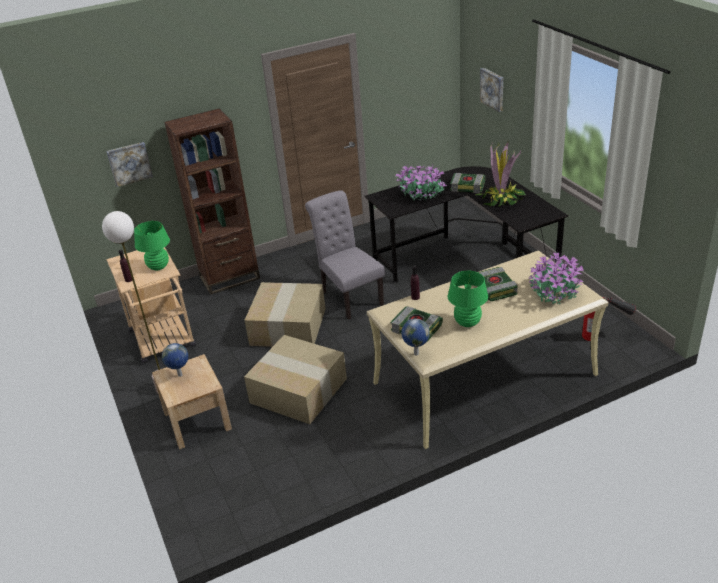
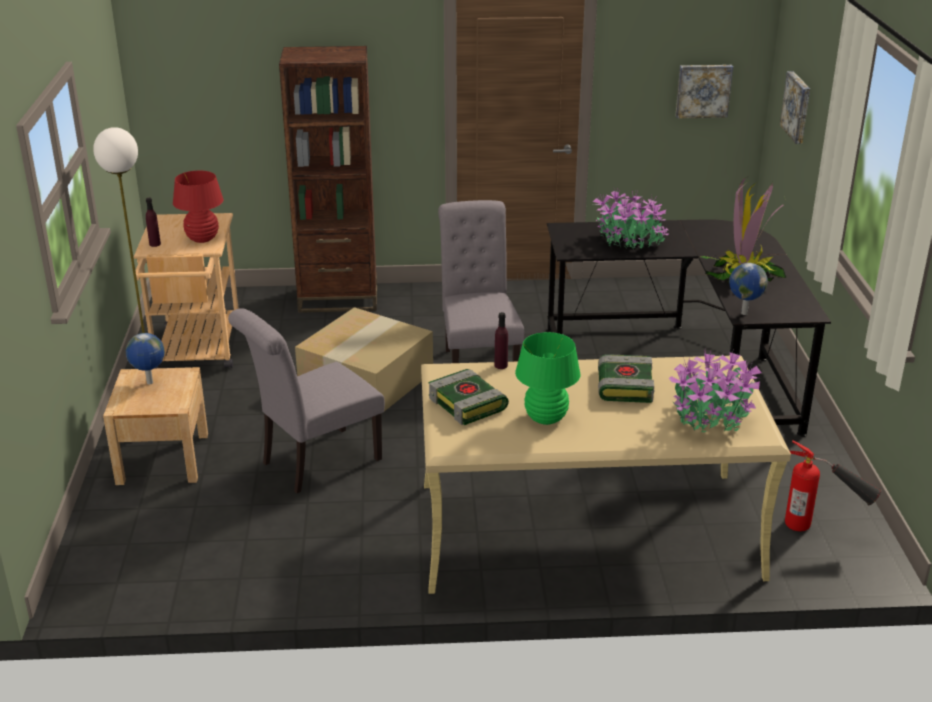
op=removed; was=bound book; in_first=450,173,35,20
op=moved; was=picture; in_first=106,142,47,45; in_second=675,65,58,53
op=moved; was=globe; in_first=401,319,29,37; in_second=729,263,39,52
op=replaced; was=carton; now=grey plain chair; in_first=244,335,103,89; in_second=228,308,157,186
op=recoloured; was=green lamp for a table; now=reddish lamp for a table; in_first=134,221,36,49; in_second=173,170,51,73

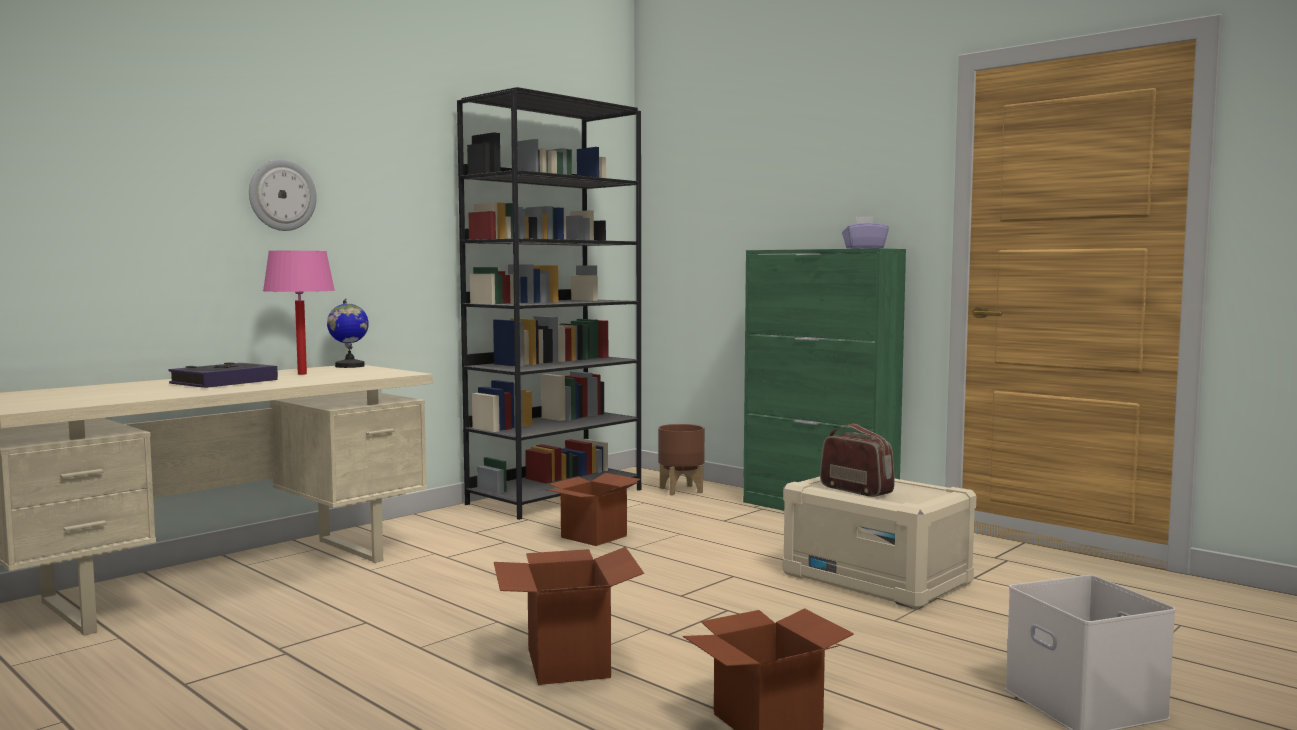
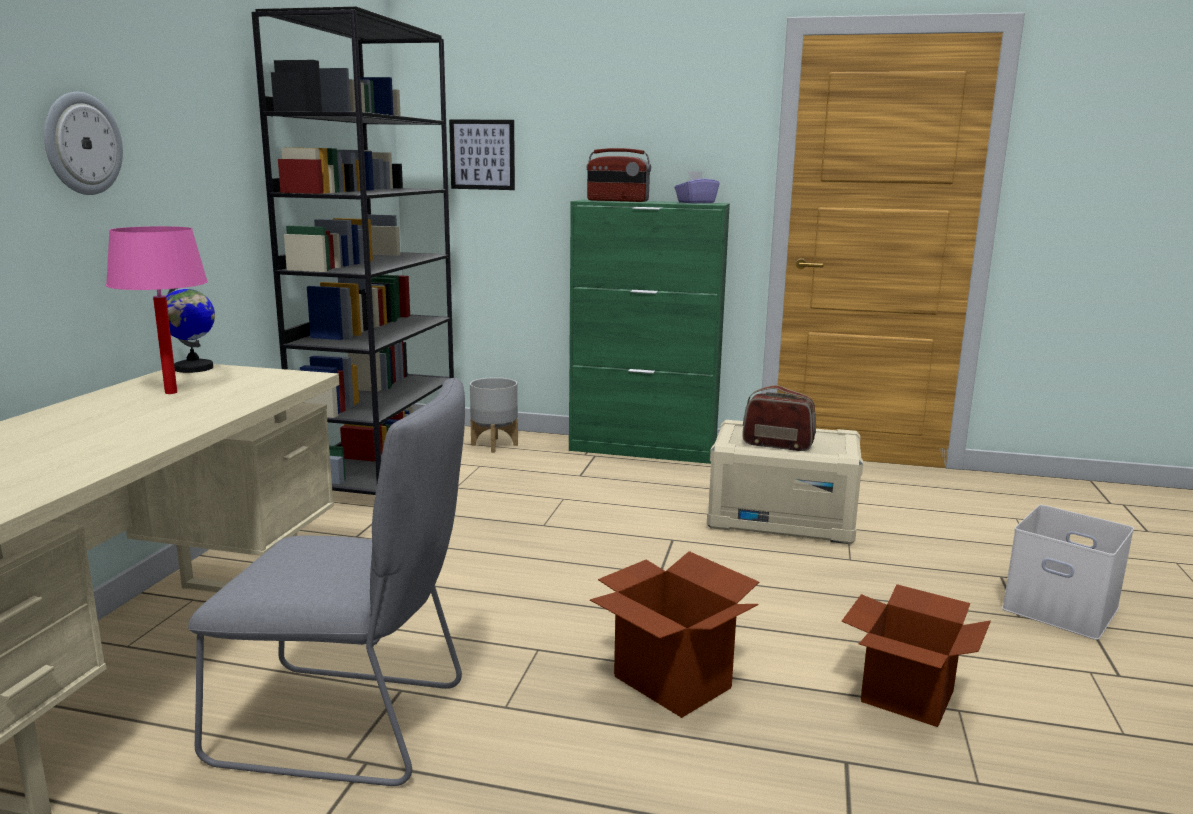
op=removed; was=bound book; in_first=169,362,109,26
op=removed; was=carton; in_first=545,473,95,73
op=added; now=grey plain chair; in_second=188,378,277,408
op=added; now=picture; in_second=449,119,66,71
op=added; now=radio; in_second=587,148,64,54
op=recoloured; was=brown-coloured planter; now=grey planter; in_first=658,424,47,71; in_second=470,377,48,76

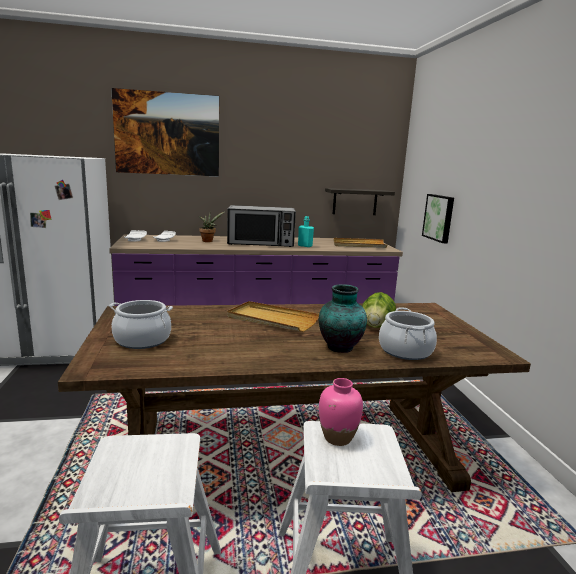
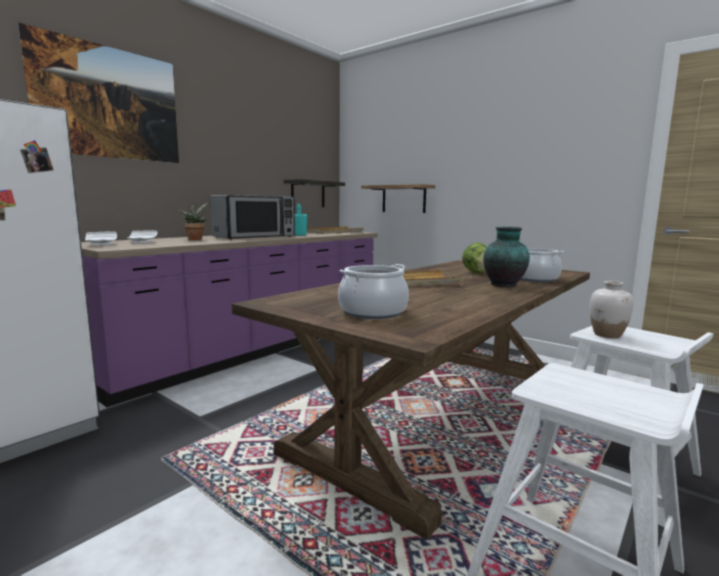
op=replaced; was=picture; now=bracket shelf; in_first=422,194,32,49; in_second=361,184,74,29
op=recoloured; was=pink vase; now=white vase; in_first=319,378,44,68; in_second=590,281,44,57

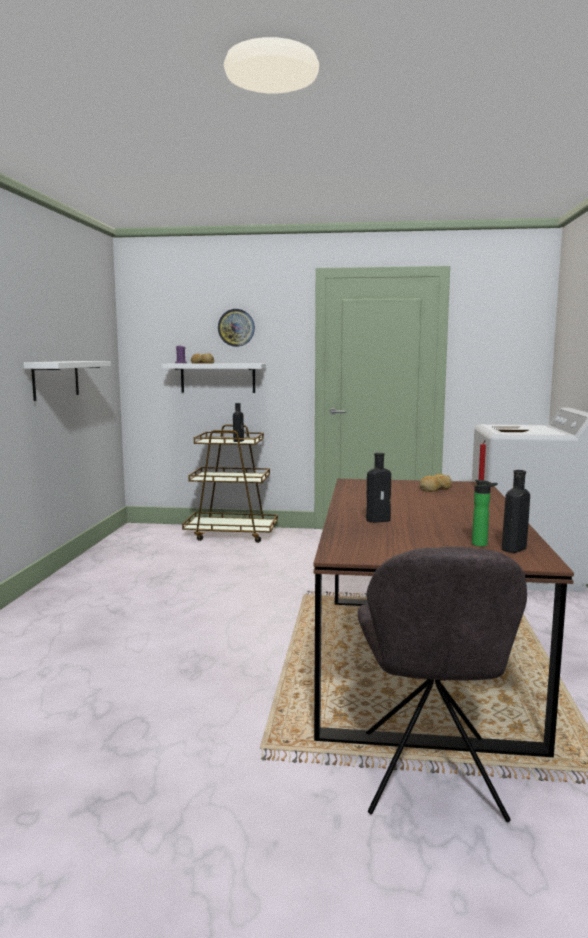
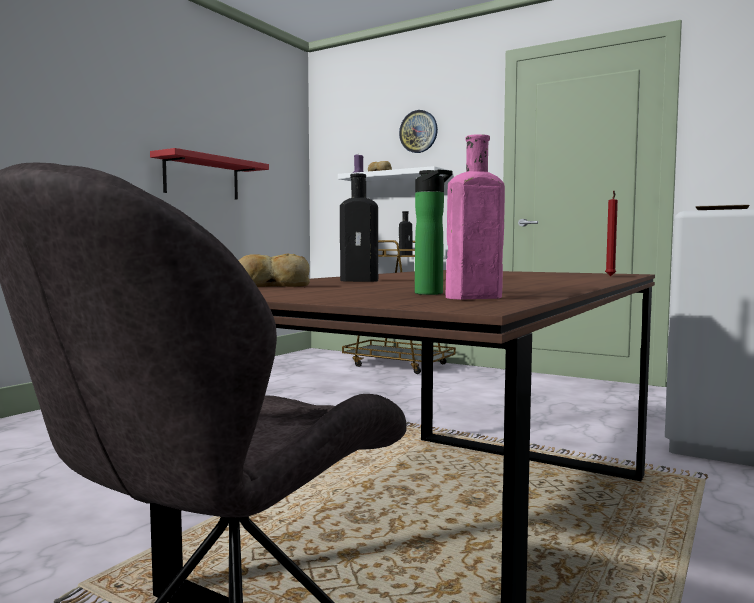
op=moved; was=bakery bread; in_first=419,474,33,18; in_second=238,254,72,33
op=recoloured; was=white bracket shelf; now=reddish bracket shelf; in_first=24,361,87,40; in_second=150,148,119,52
op=recoloured; was=blackish bottle; now=pink bottle; in_first=502,470,28,83; in_second=446,134,59,165

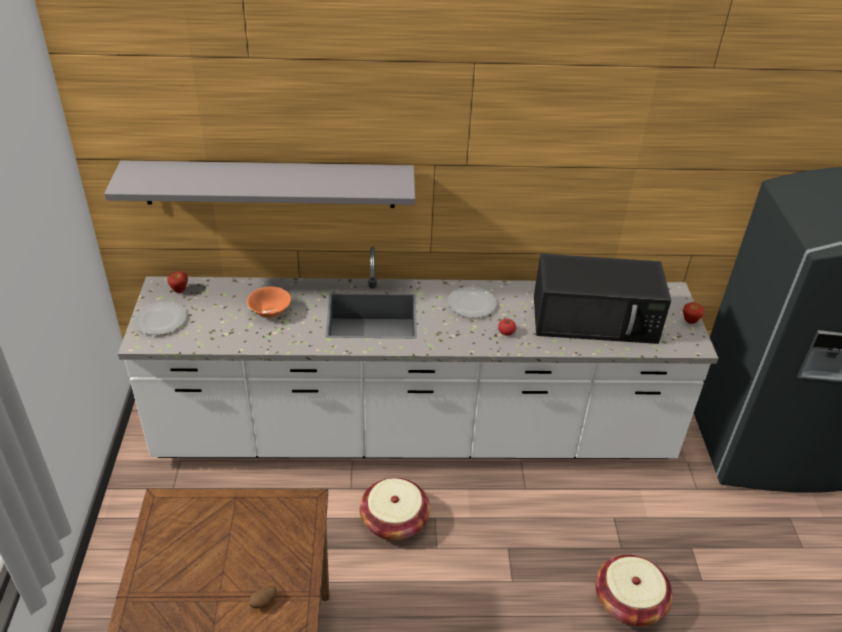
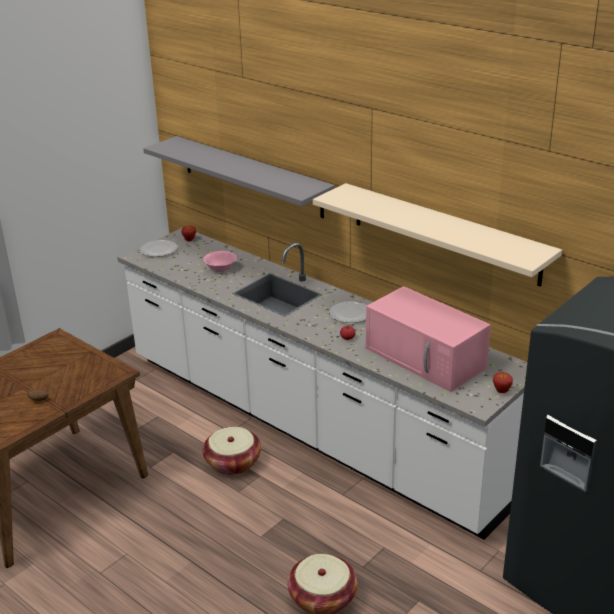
op=added; now=beige bracket shelf; in_second=313,183,249,104
op=recoloured; was=orange bowl; now=pink bowl; in_first=247,287,44,31; in_second=203,251,34,21
op=recoloured; was=blackish kitchen microwave; now=pink kitchen microwave; in_first=534,254,137,90; in_second=366,286,125,106

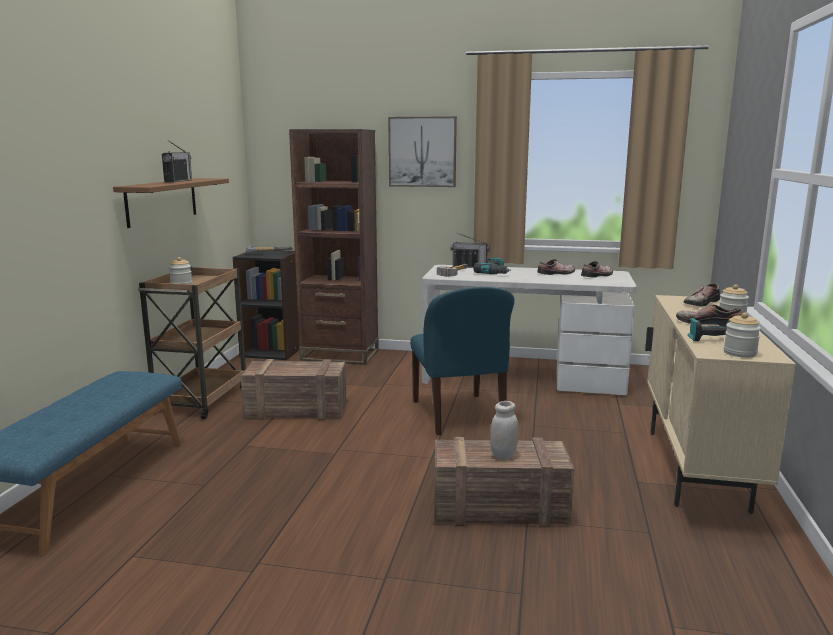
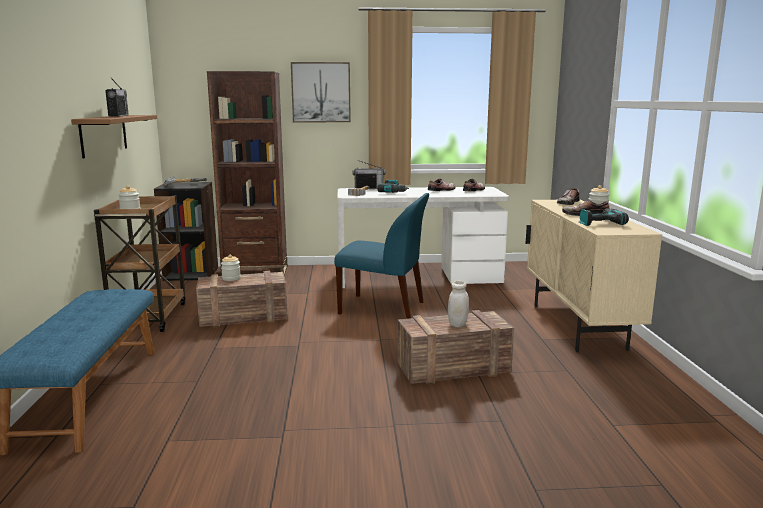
op=moved; was=jar; in_first=724,312,37,46; in_second=221,255,20,26
op=turned; was=bluish plain chair; in_first=410,287,104,148; in_second=334,193,95,126; clockwise=-45

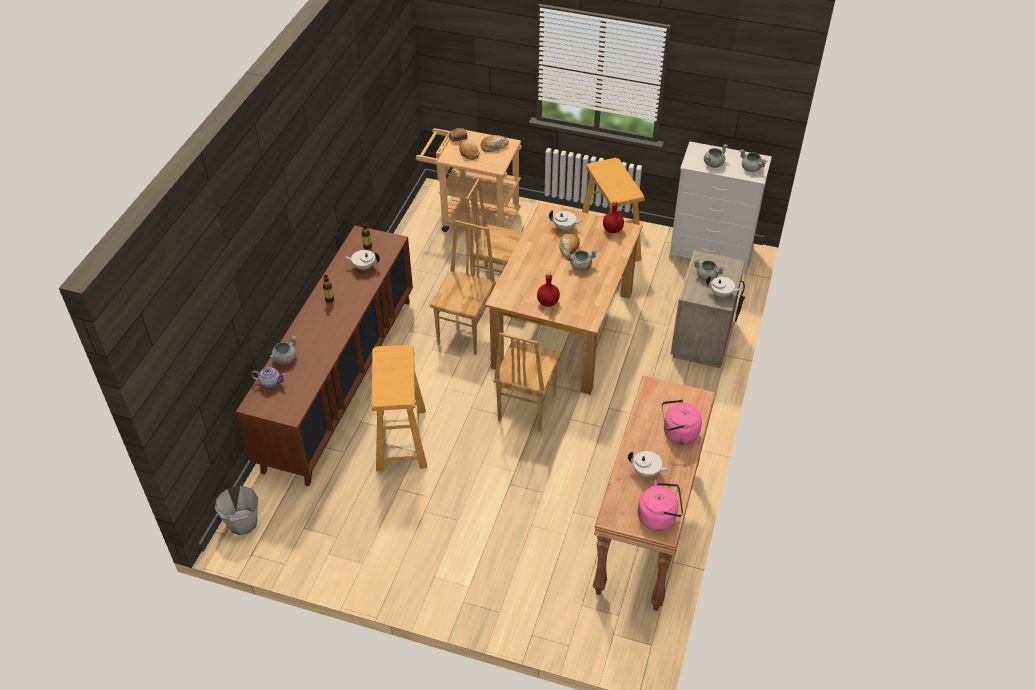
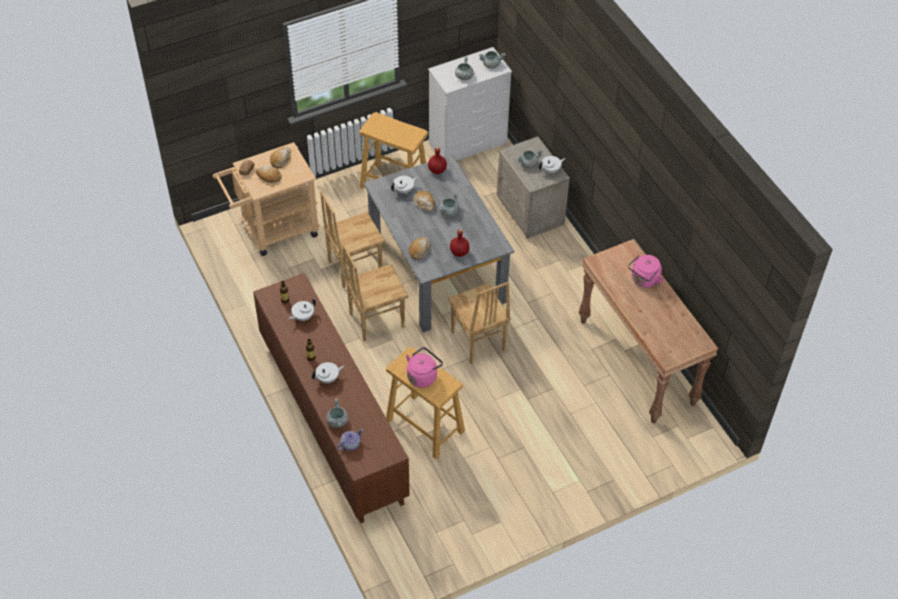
op=removed; was=grey water bucket; in_first=215,485,43,50
op=added; now=bakery bread; in_second=409,237,21,23
op=moved; was=white tea pot; in_first=628,451,42,26; in_second=312,362,32,21
op=moved; was=pink water kettle; in_first=638,480,45,51; in_second=406,347,37,41
op=recoloured; was=brown-coloured dining table; now=grey dining table; in_first=485,203,158,192; in_second=363,154,151,178
op=turned; was=brown-coloured plain chair; in_first=430,220,66,135; in_second=343,244,65,97; clockwise=-90

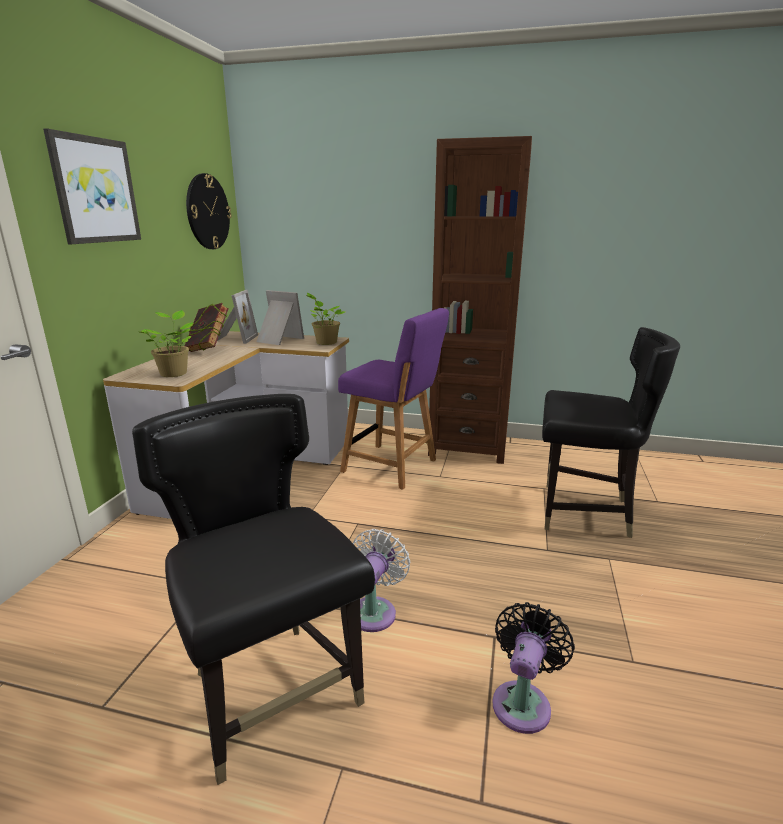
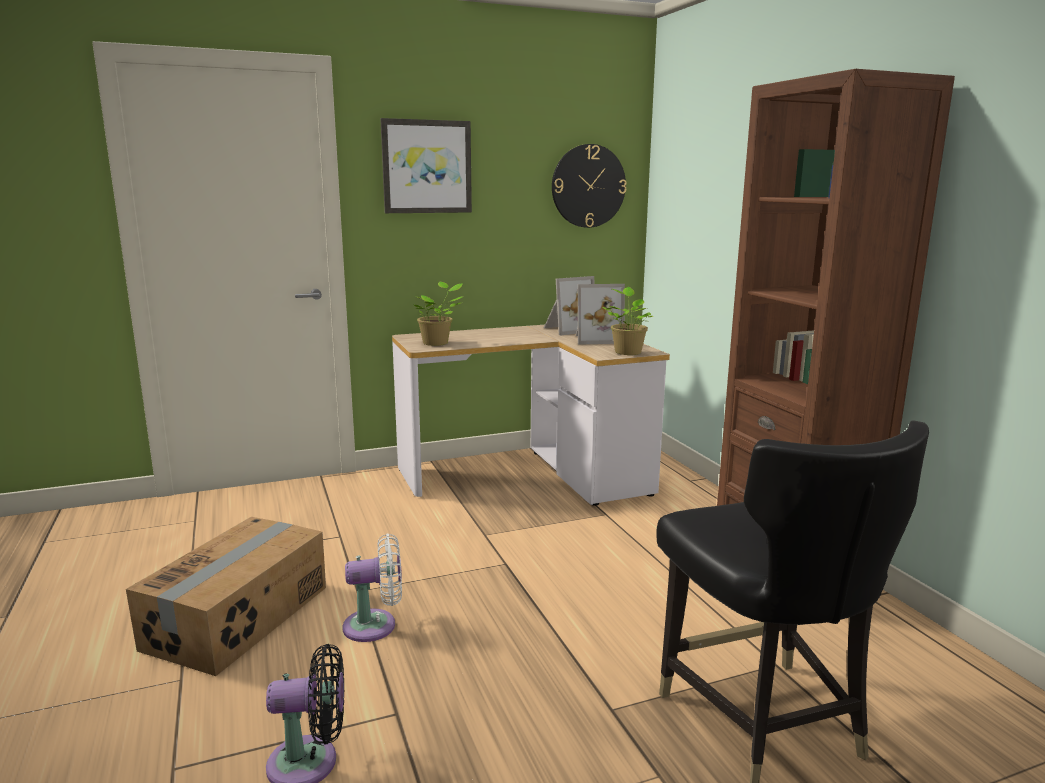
op=removed; was=bound book; in_first=185,303,44,49
op=removed; was=purple-coloured plain chair; in_first=338,308,111,182
op=replaced; was=blackish plain chair; now=carton; in_first=132,394,243,391; in_second=126,517,200,159
op=turned; was=photo frame; in_first=256,290,48,55; in_second=576,284,49,61; clockwise=90

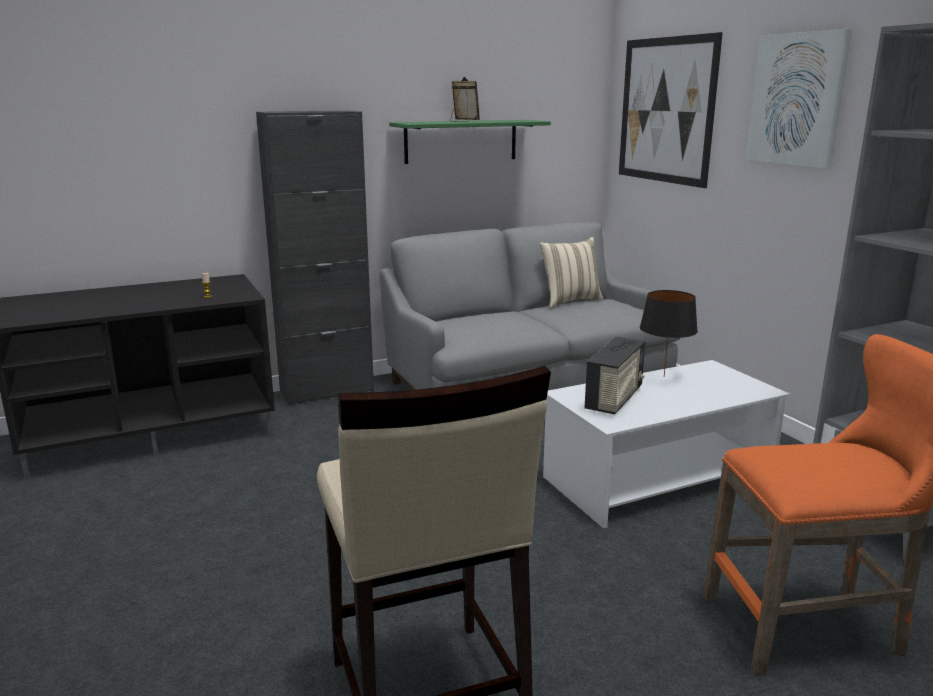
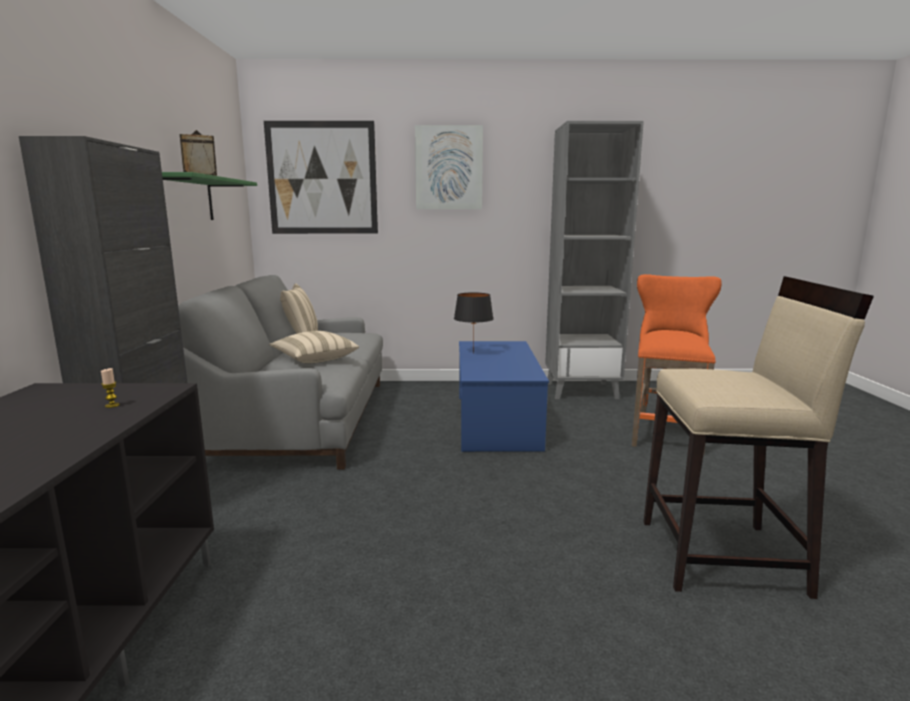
op=removed; was=radio; in_first=585,337,60,77
op=added; now=beige cushion; in_second=269,331,90,32
op=recoloured; was=white lounge table; now=bluish lounge table; in_first=543,360,247,168; in_second=459,341,90,111

